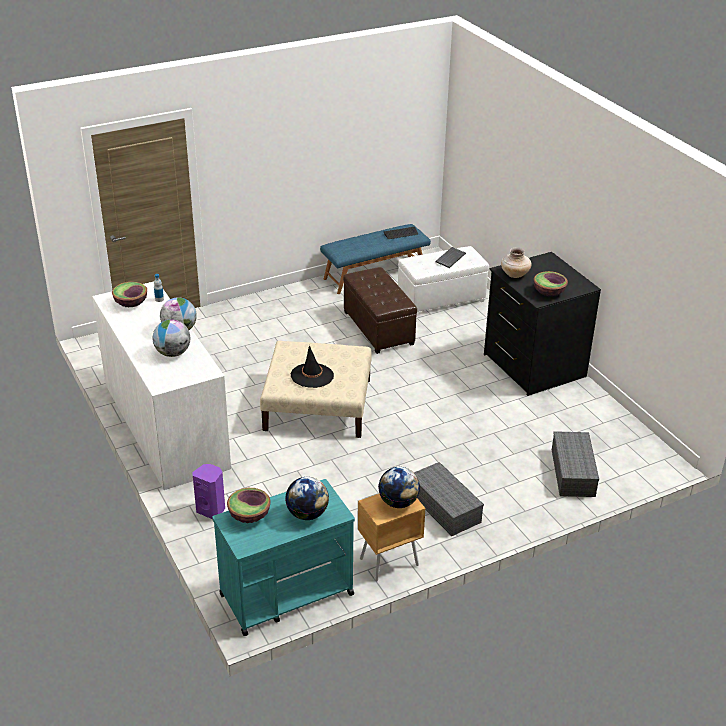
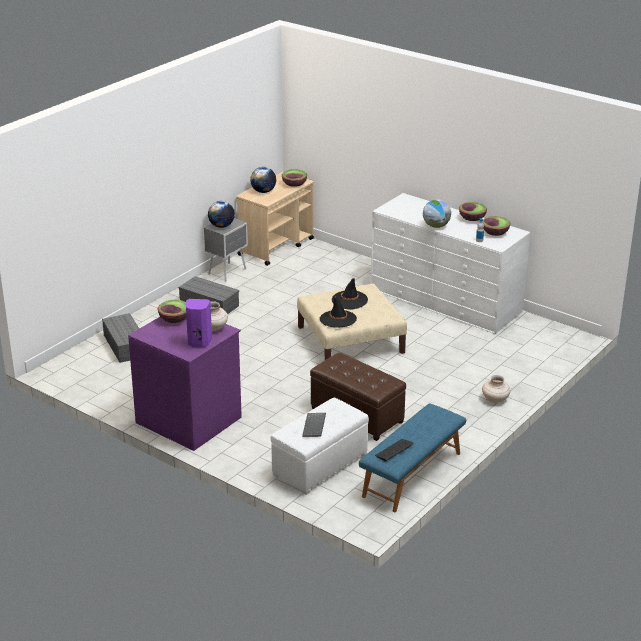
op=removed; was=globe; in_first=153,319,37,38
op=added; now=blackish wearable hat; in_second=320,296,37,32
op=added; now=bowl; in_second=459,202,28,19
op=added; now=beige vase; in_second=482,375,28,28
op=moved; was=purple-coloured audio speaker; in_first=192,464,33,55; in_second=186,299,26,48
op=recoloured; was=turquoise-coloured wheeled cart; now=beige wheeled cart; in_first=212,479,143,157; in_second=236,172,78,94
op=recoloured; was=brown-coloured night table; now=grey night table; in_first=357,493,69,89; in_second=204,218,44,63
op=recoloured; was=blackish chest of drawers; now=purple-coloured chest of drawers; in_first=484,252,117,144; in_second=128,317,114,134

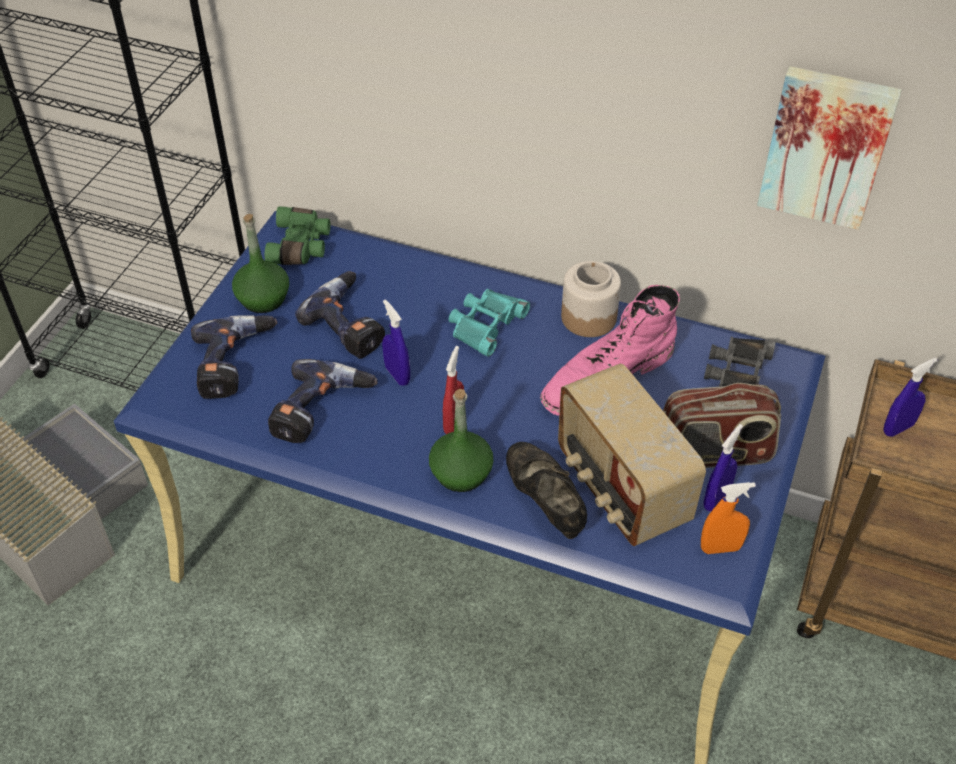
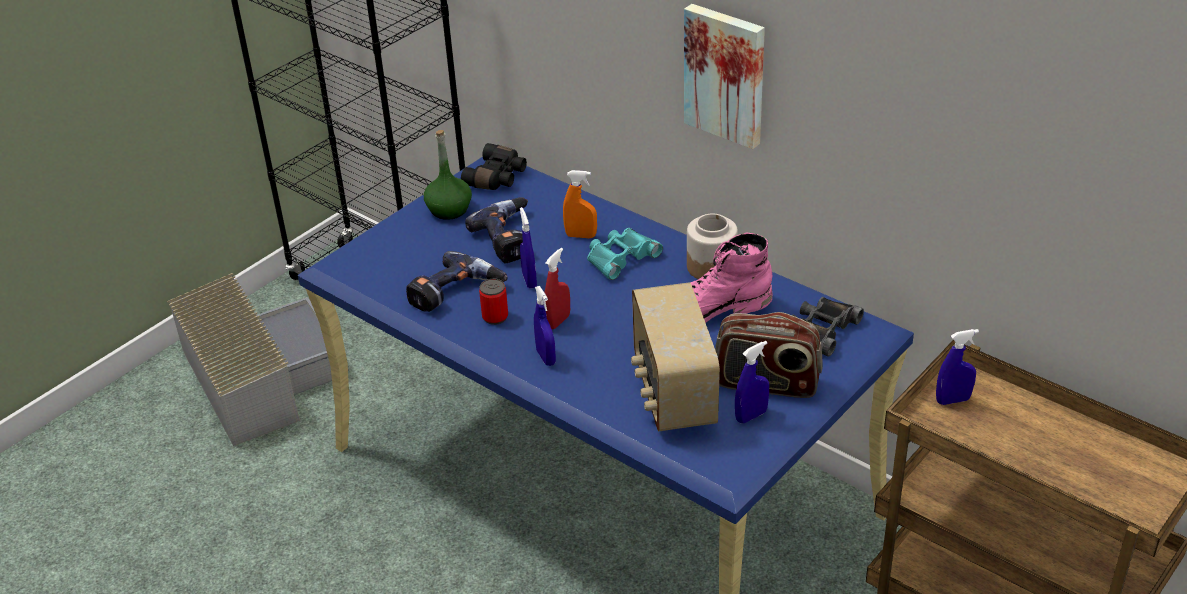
op=removed; was=electric drill; in_first=191,315,87,84
op=removed; was=blackish shoe; in_first=506,442,81,97
op=added; now=sealed can; in_second=479,279,29,46
op=moved; was=orange hand sprayer; in_first=701,482,55,72; in_second=563,170,34,68
op=moved; was=picture; in_first=757,66,145,164; in_second=684,4,81,145
op=replaced; was=green bottle; now=bluish hand sprayer; in_first=429,389,64,103; in_second=534,286,22,80
op=recoloured; was=green pair of binoculars; now=blackish pair of binoculars; in_first=265,207,65,58; in_second=461,143,66,47

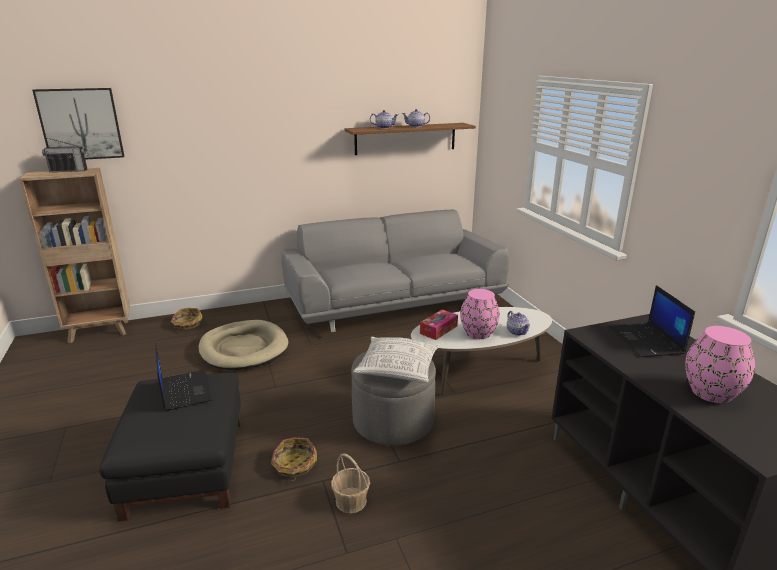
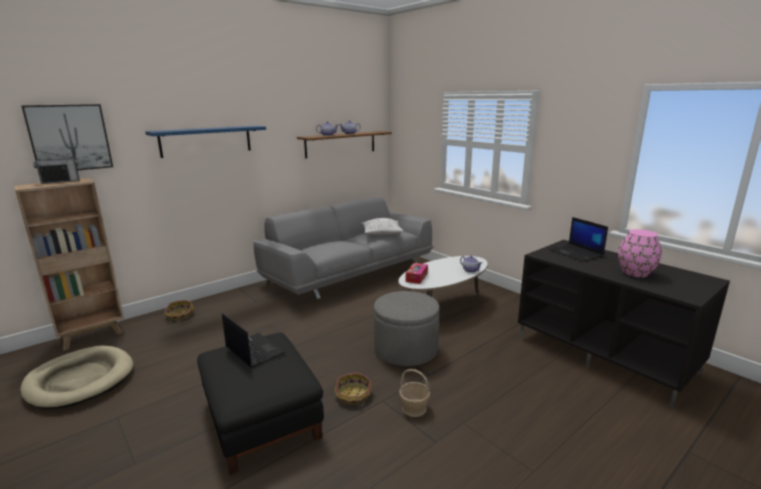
op=removed; was=pink vase; in_first=460,289,40,50
op=added; now=bluish bracket shelf; in_second=145,126,121,32
op=moved; was=beige dog cushion; in_first=198,320,90,50; in_second=20,346,113,63
op=moved; was=cushion; in_first=353,337,87,46; in_second=361,218,43,17

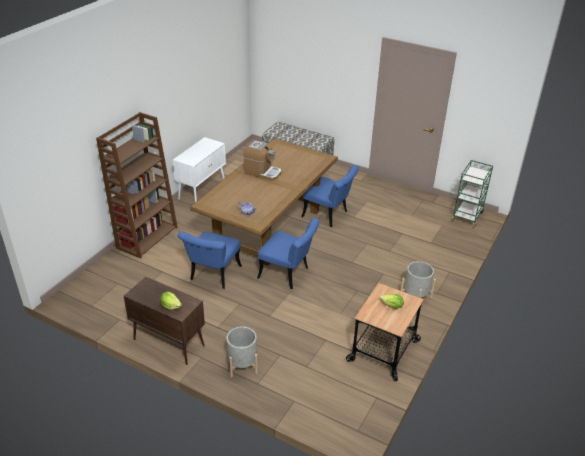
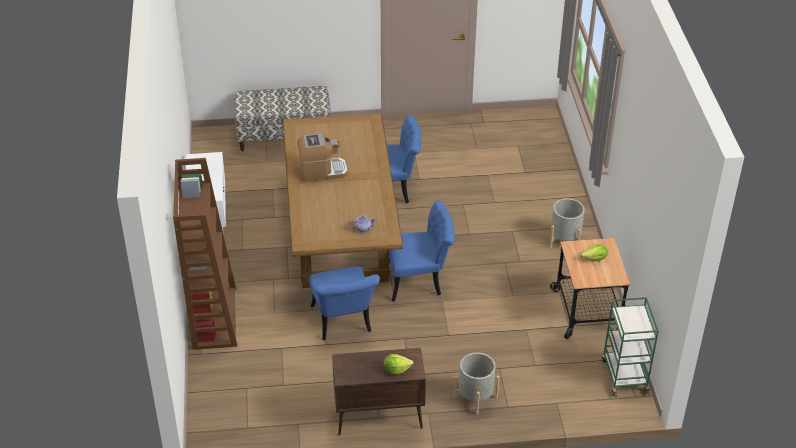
op=moved; was=green wheeled cart; in_first=451,160,42,68; in_second=602,297,57,100

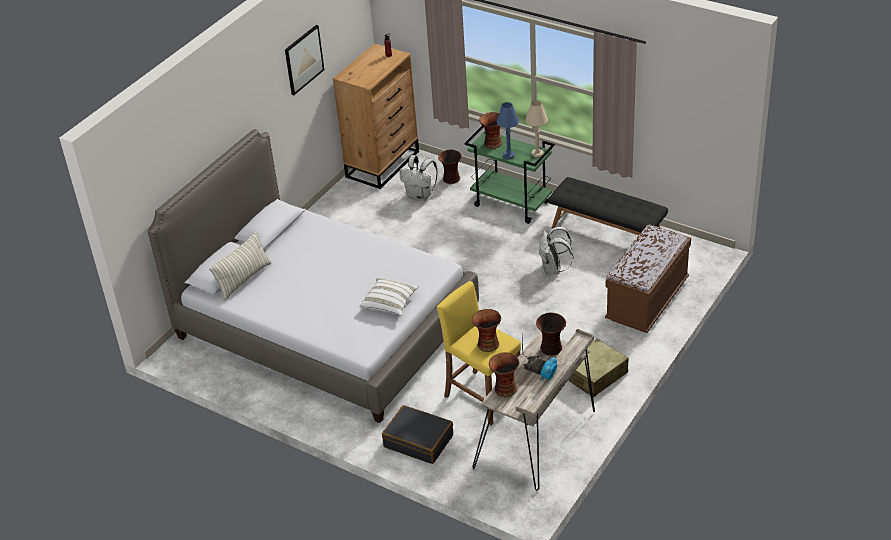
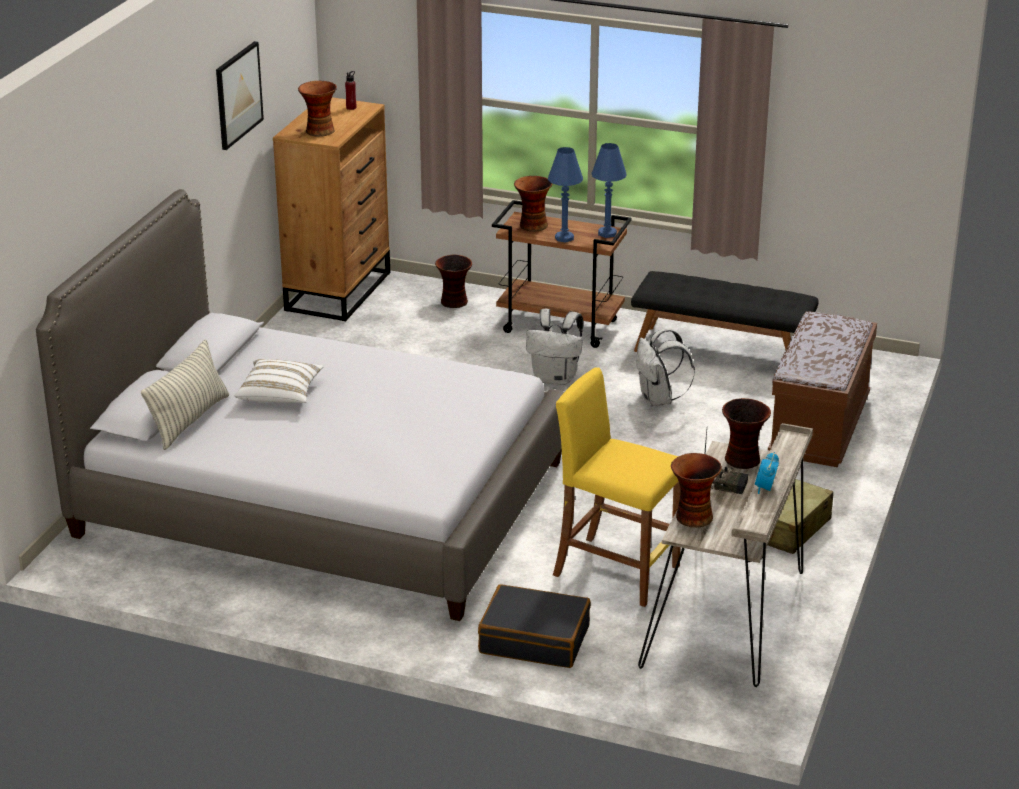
op=moved; was=white cushion; in_first=359,278,60,38; in_second=235,359,88,44
op=moved; was=white rucksack; in_first=400,155,38,46; in_second=526,309,57,76
op=moved; was=vase; in_first=472,309,29,43; in_second=298,81,39,56
op=recoloured; was=green wheeled cart; now=brown-coloured wheeled cart; in_first=464,125,91,99; in_second=492,200,140,148
op=recoloured; was=beige lamp for a table; now=bluish lamp for a table; in_first=526,100,22,58; in_second=591,143,36,95

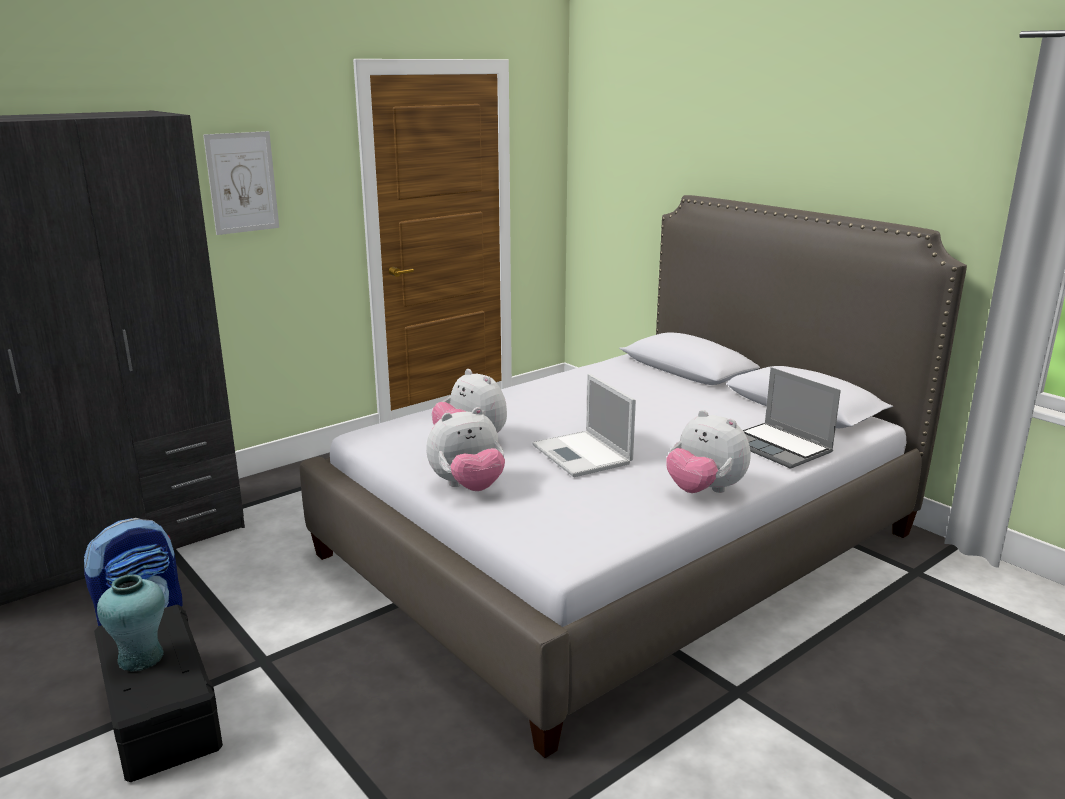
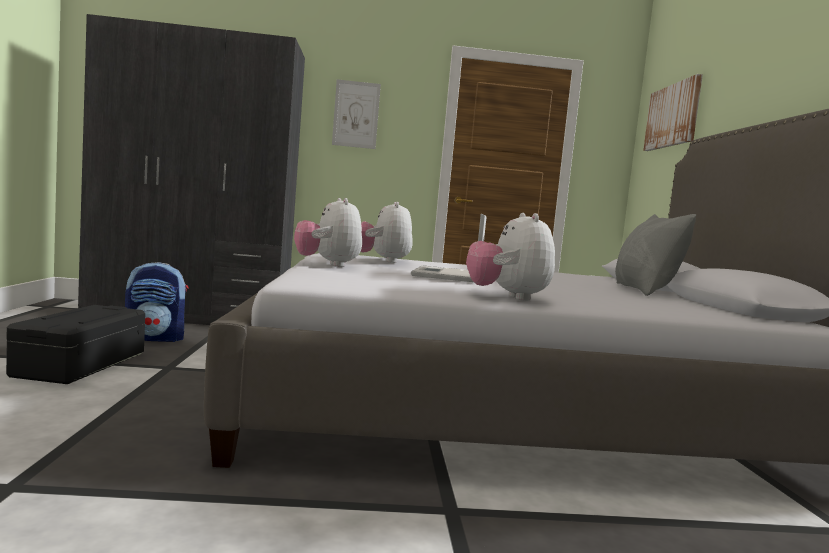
op=removed; was=turquoise-coloured vase; in_first=97,574,68,98
op=removed; was=notebook computer; in_first=743,367,98,102
op=added; now=grey cushion; in_second=615,214,81,82
op=added; now=picture; in_second=643,74,60,77
op=turned; was=plush toy; in_first=426,407,79,84; in_second=294,198,68,69; clockwise=60

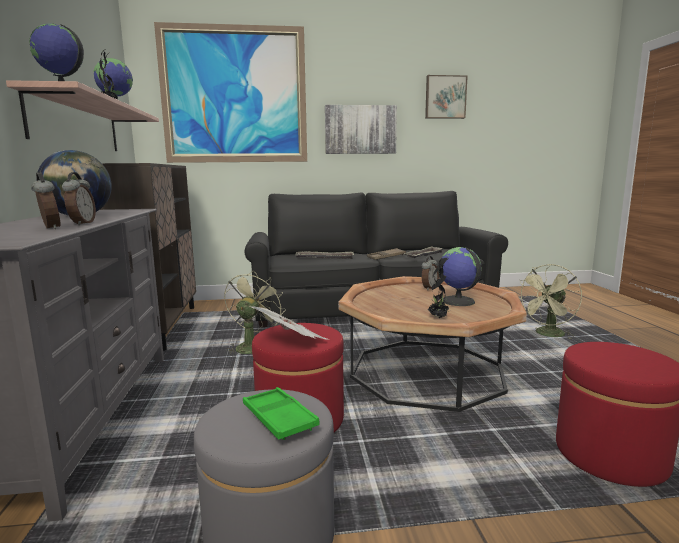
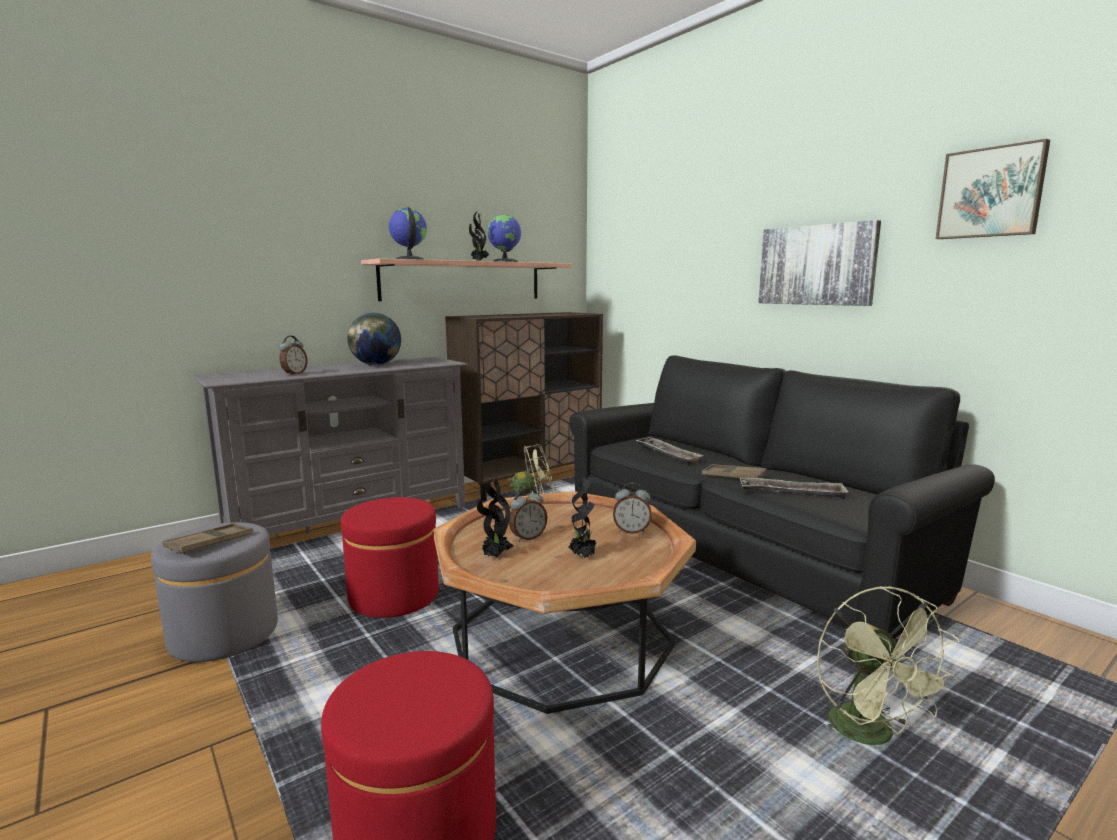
op=removed; was=picture; in_first=154,22,153,141
op=removed; was=printed paper; in_first=249,306,81,34
op=moved; was=alarm clock; in_first=62,172,34,53; in_second=509,488,38,53
op=replaced; was=globe; now=plant in a pot; in_first=439,247,43,59; in_second=568,477,31,81
op=recoloured; was=green serving tray; now=brown-coloured serving tray; in_first=243,387,77,53; in_second=163,523,90,32
op=turned; was=green electric fan; in_first=520,264,62,76; in_second=817,586,143,162; clockwise=-120

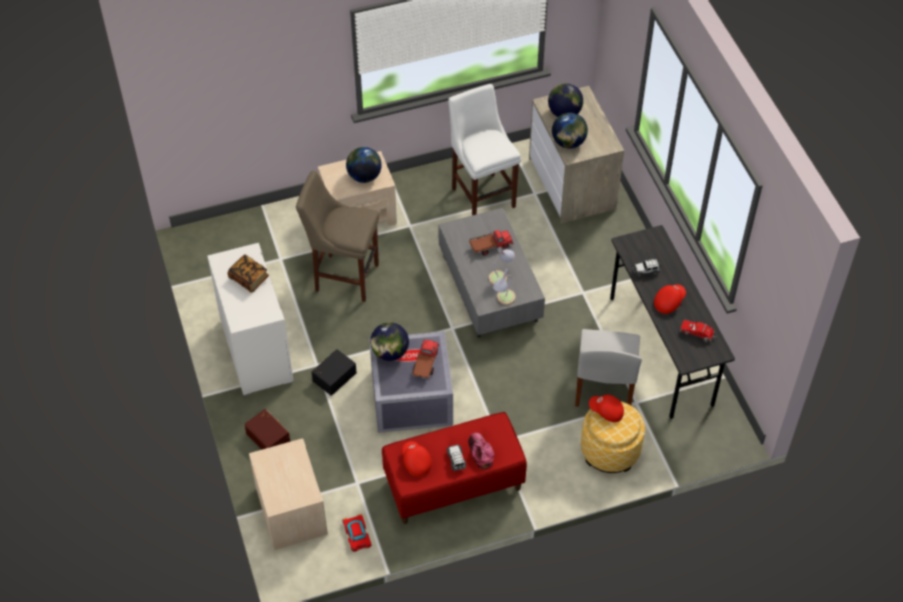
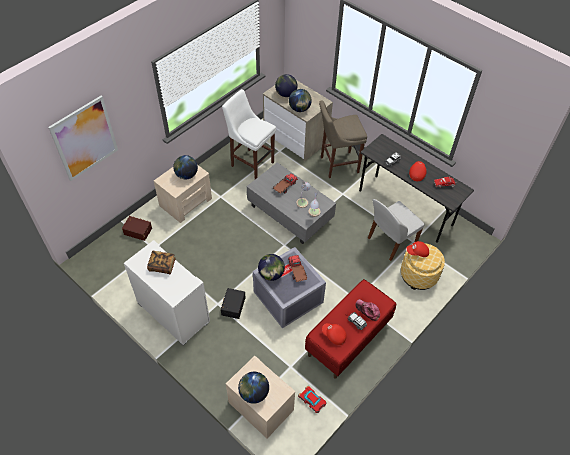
op=added; now=picture; in_second=48,96,70,85
op=added; now=globe; in_second=238,372,31,32
op=moved; was=brown-coloured storage box; in_first=244,409,46,40; in_second=122,216,30,25
op=moved; was=beige stool seat; in_first=296,171,83,131; in_second=319,100,48,78
op=turned; was=white plain chair; in_first=575,329,67,78; in_second=368,199,57,62; clockwise=75

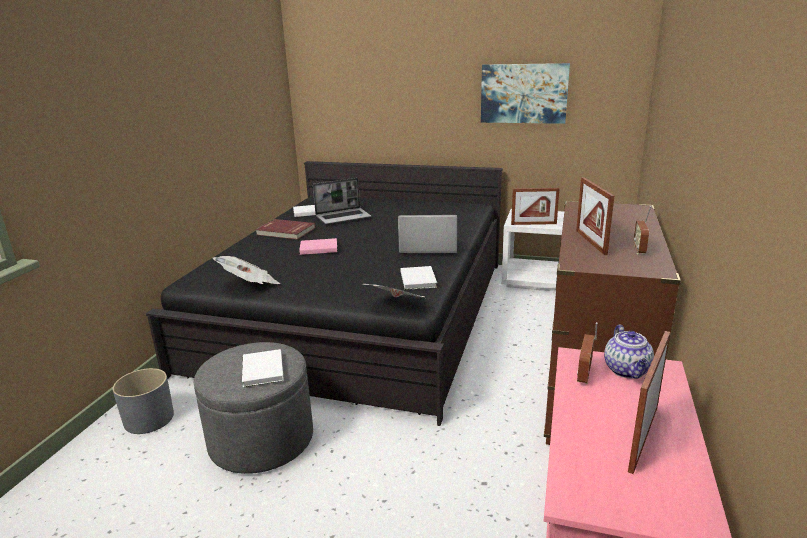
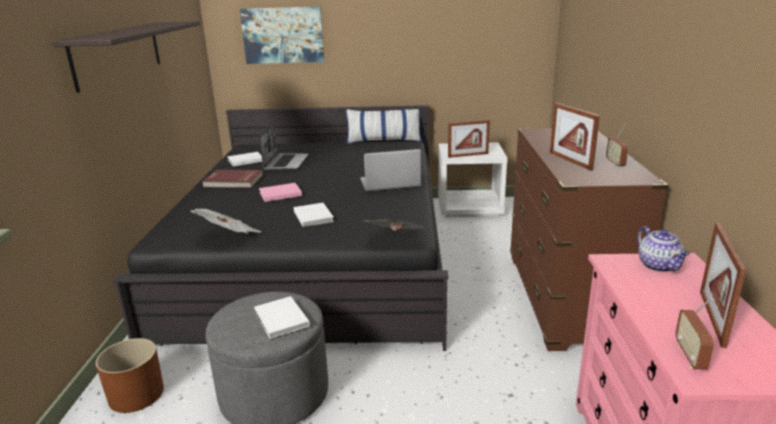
op=added; now=bracket shelf; in_second=52,21,148,72
op=added; now=cushion; in_second=345,108,77,37
op=moved; was=white bound book; in_first=401,266,36,24; in_second=294,203,40,24
op=moved; was=picture; in_first=481,63,89,61; in_second=240,6,84,58
op=moved; was=radio; in_first=577,322,20,62; in_second=675,297,39,73
op=recoloured; was=grey planter; now=brown-coloured planter; in_first=112,368,62,66; in_second=96,338,68,75
op=turned; was=notebook computer; in_first=313,178,58,47; in_second=259,123,50,47; clockwise=-45

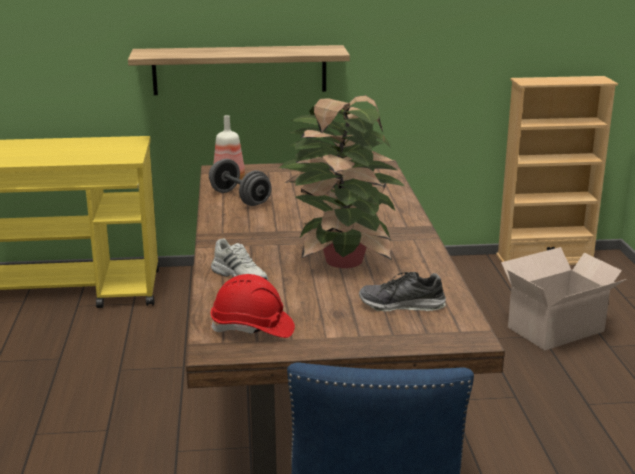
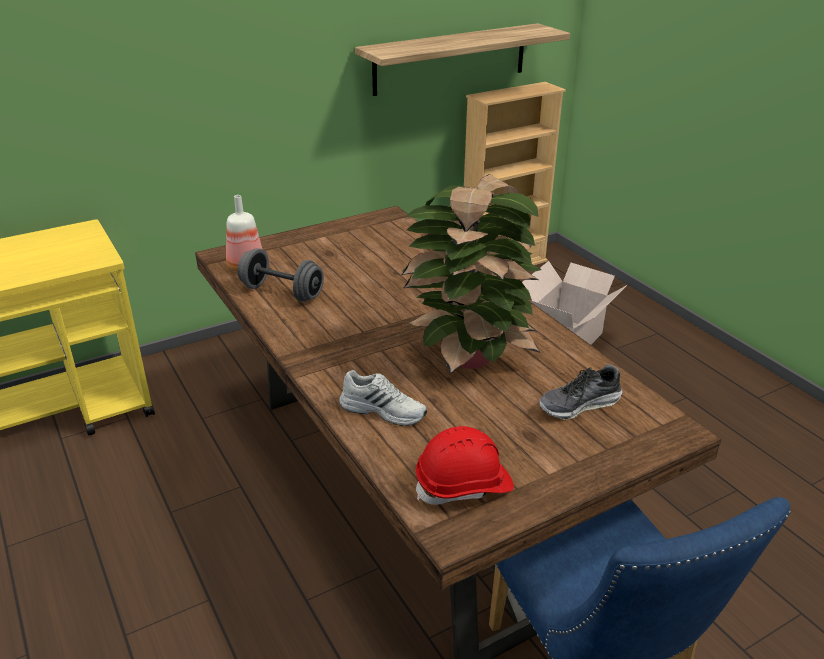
op=moved; was=bracket shelf; in_first=128,45,222,50; in_second=355,23,215,73

